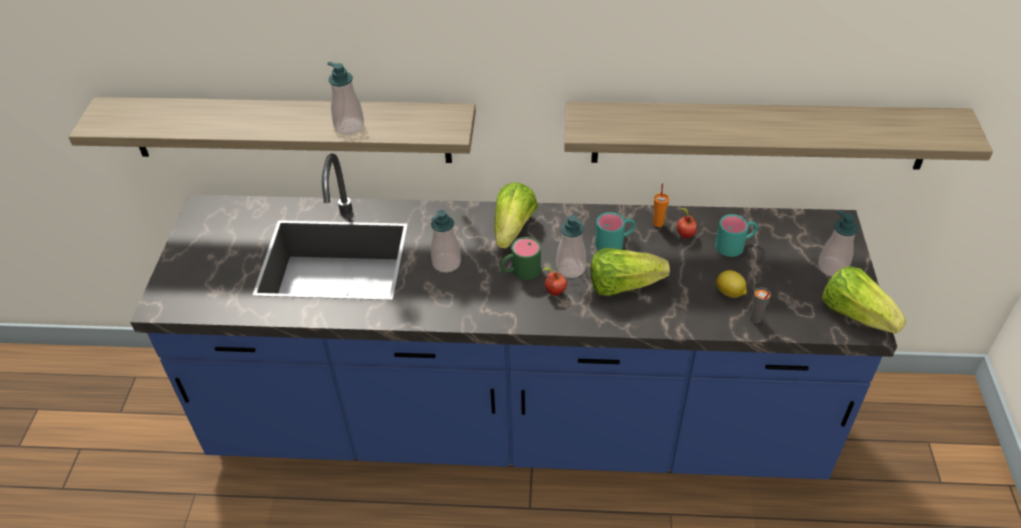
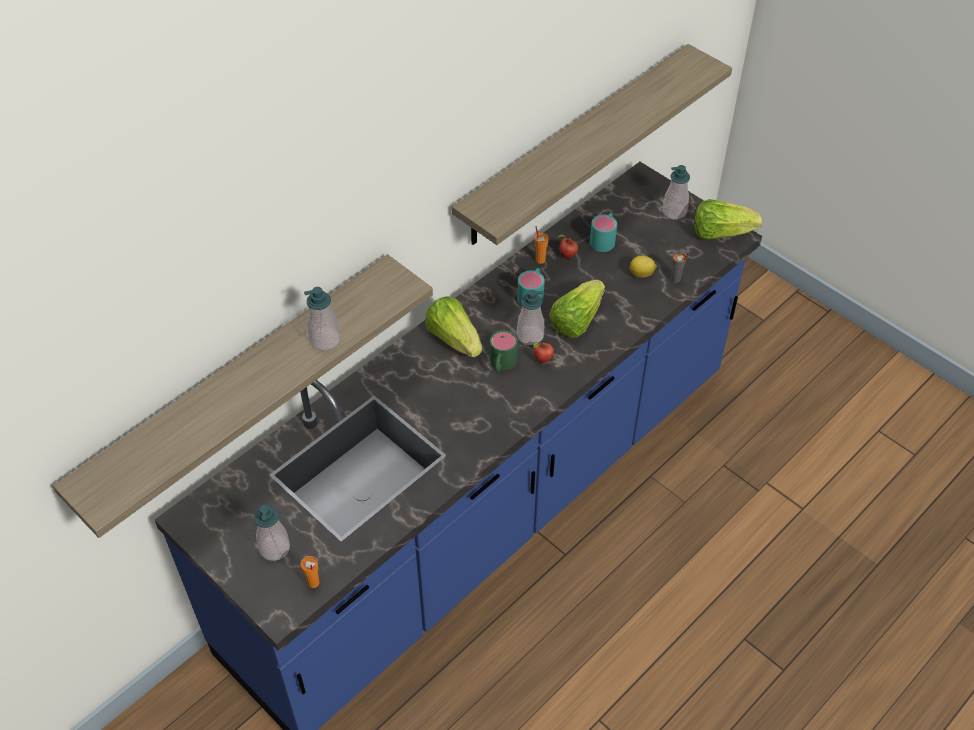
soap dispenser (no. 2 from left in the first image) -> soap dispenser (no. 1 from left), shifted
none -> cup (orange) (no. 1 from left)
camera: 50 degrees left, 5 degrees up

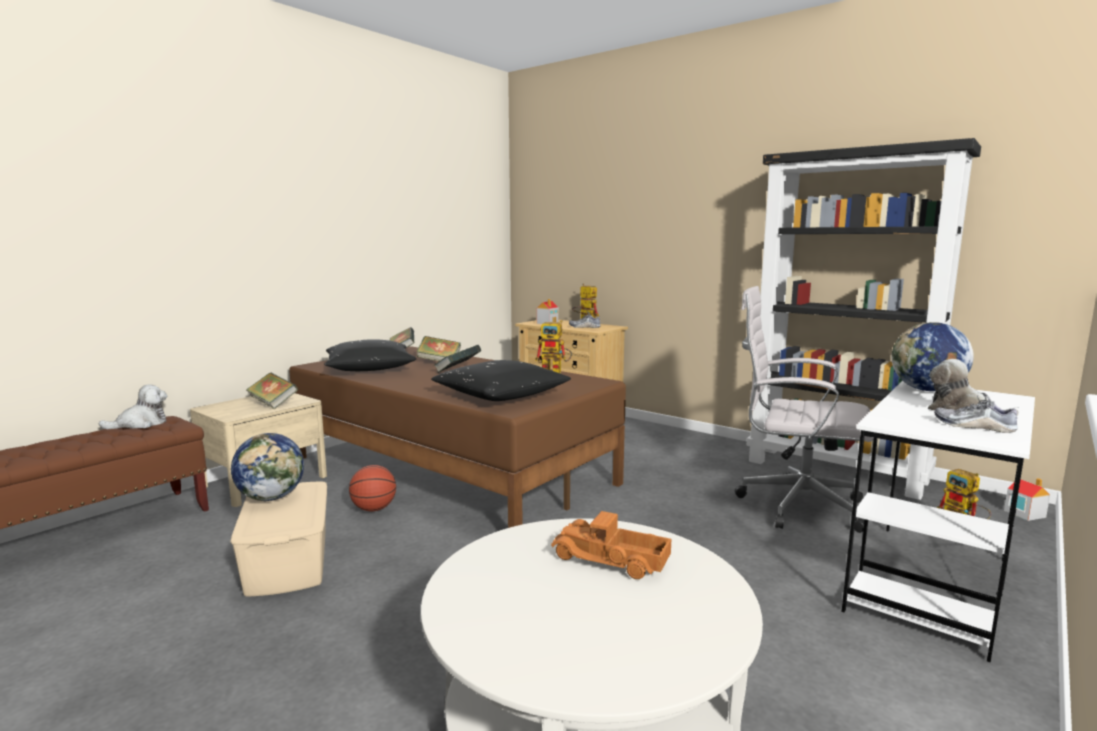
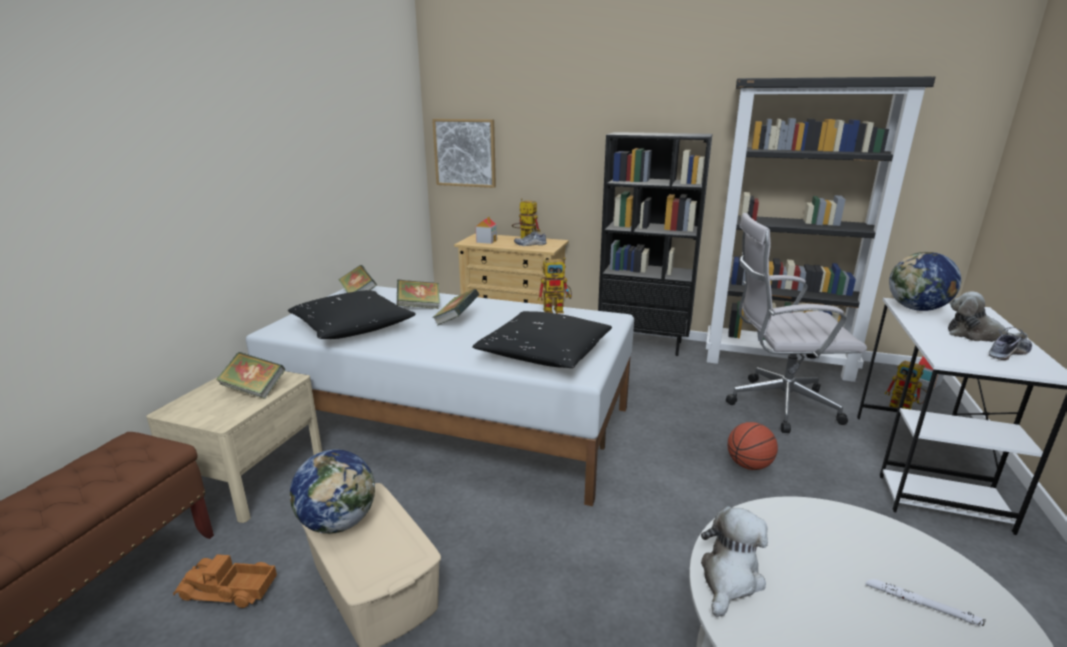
bed (brown) -> bed (white)
plush toy (no. 1 from left), shifted
shoe (no. 2 from left), 135 degrees clockwise
basketball, shifted
toy truck, shifted
none -> picture
none -> bookcase (black) (no. 1 from left)
none -> flashlight (white)
camera: 20 degrees left, 10 degrees up

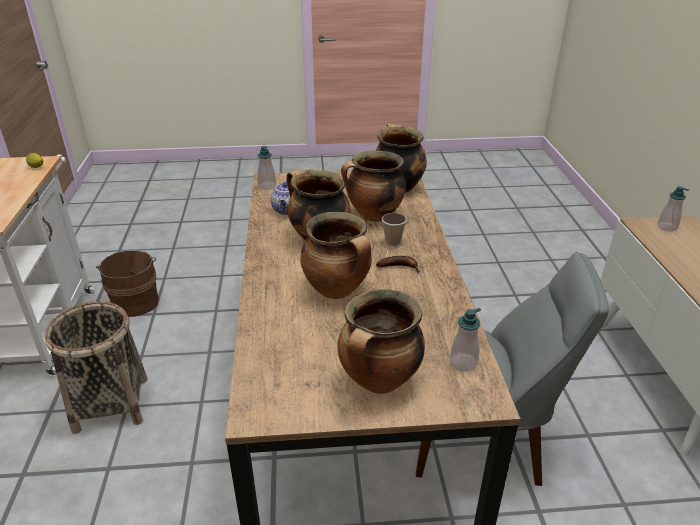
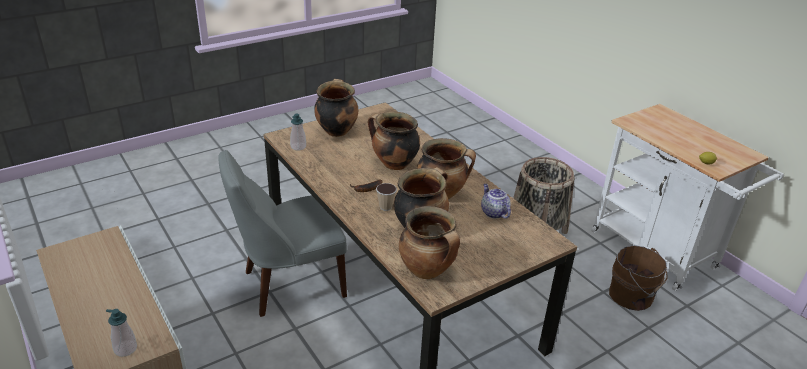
soap dispenser (no. 1 from left) -> none
camera: 150 degrees right, 0 degrees up

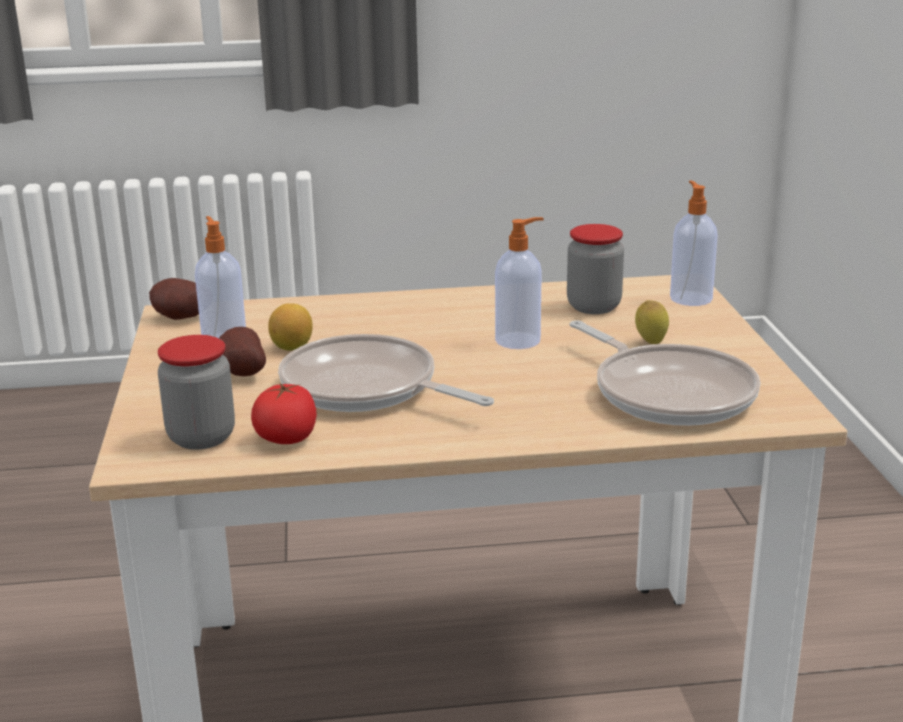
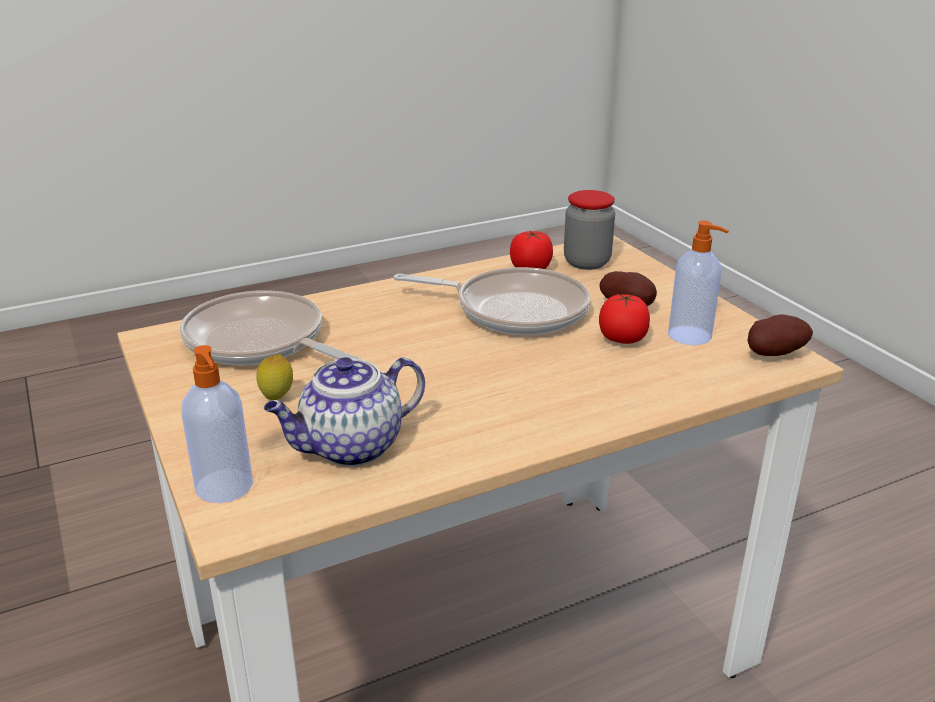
soap dispenser (no. 2 from left) -> none
jar (no. 2 from left) -> teapot
lemon (no. 1 from left) -> tomato (no. 2 from left)
camera: 160 degrees right, 5 degrees up

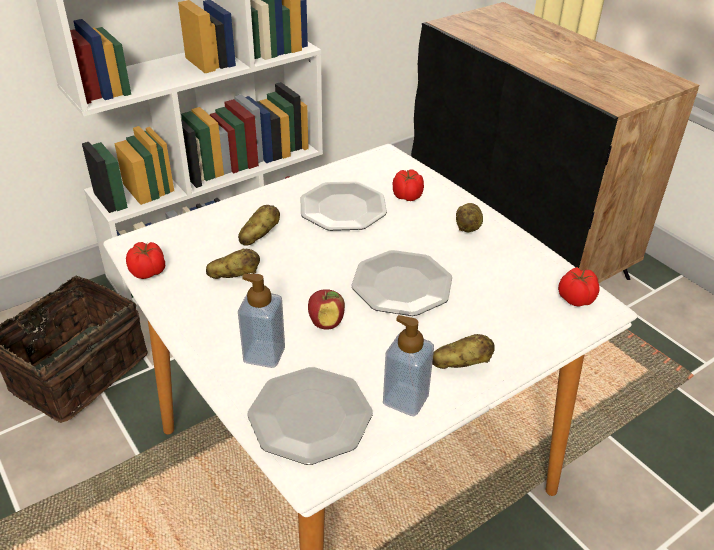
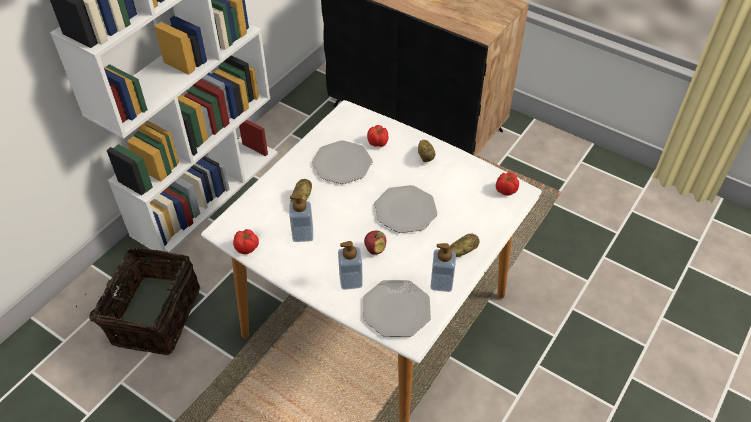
potato (no. 1 from left) -> soap dispenser (no. 1 from left)
camera: 20 degrees left, 10 degrees up

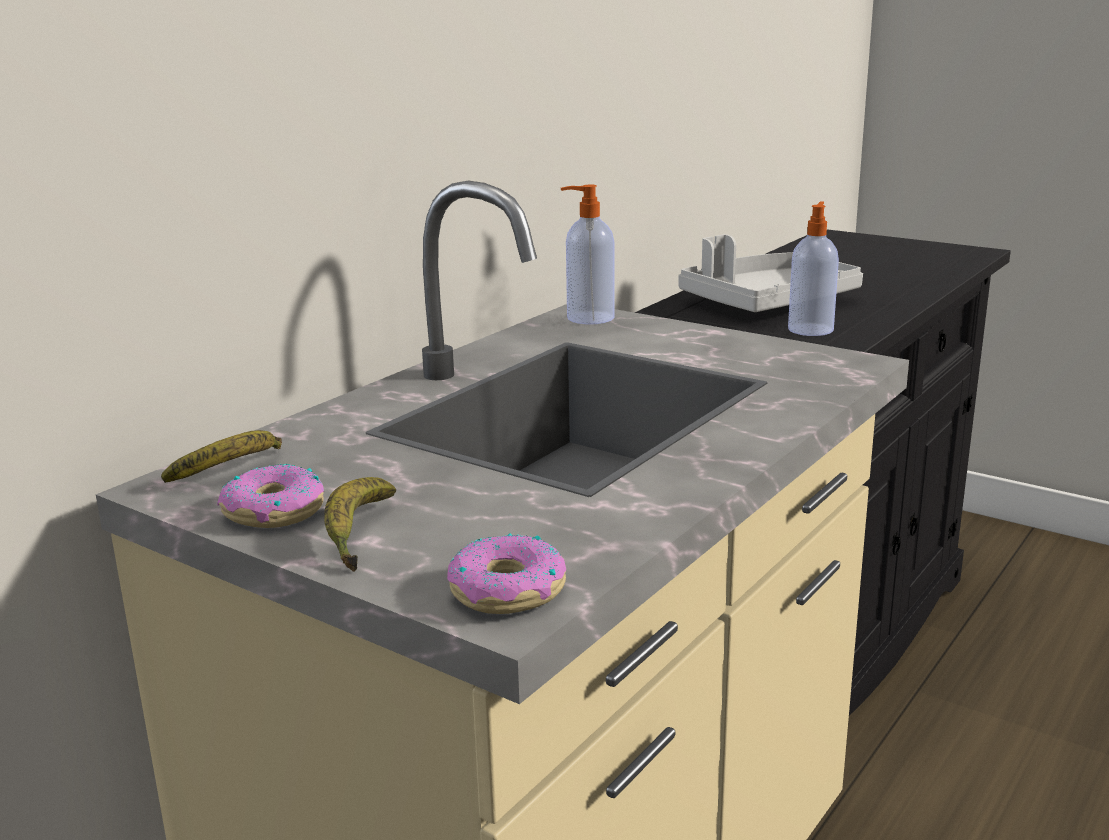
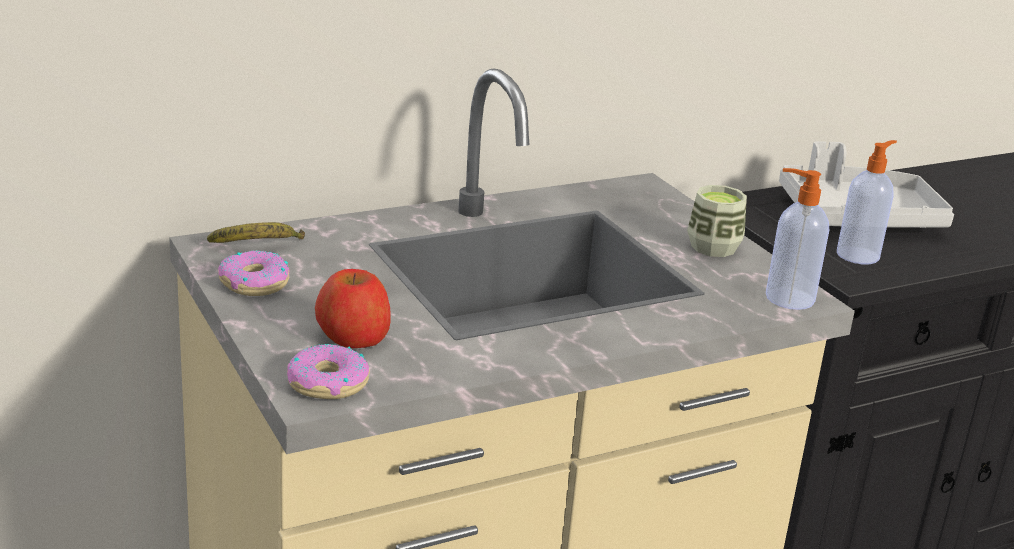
soap dispenser (no. 1 from left), shifted
banana (no. 2 from left) -> none
none -> cup
none -> apple
camera: 25 degrees right, 5 degrees up

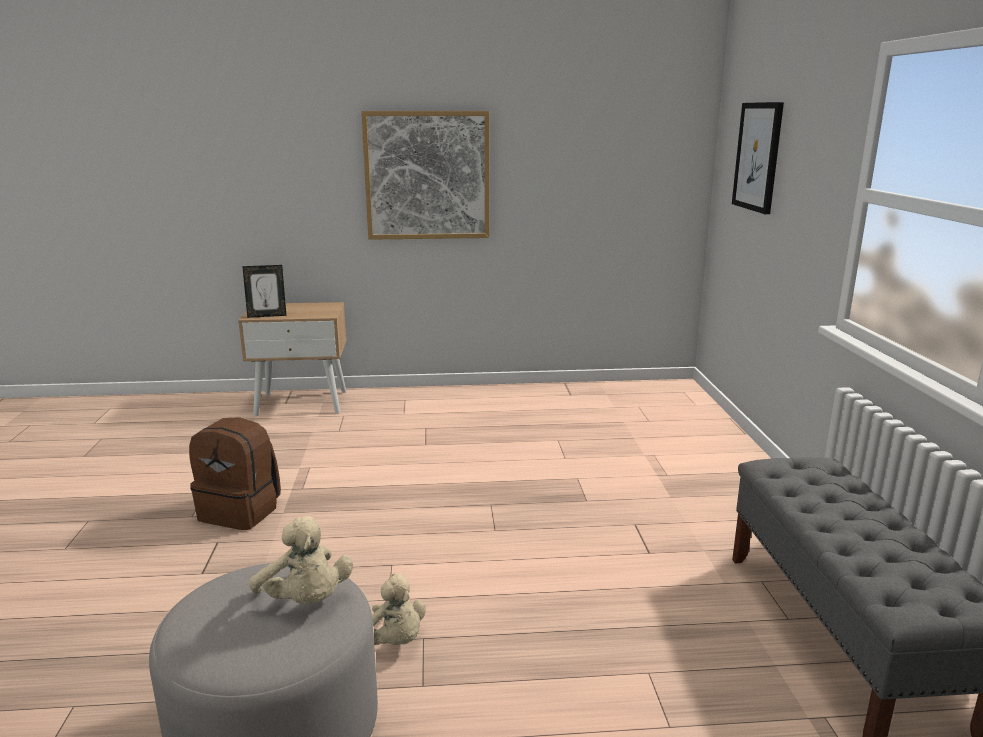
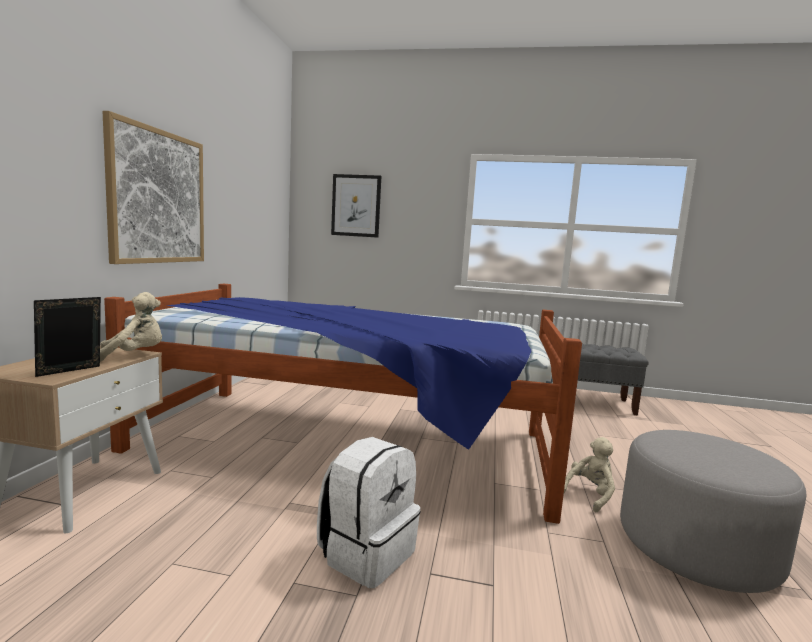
picture frame, 150 degrees counterclockwise
backpack (brown) -> backpack (white)
plush toy (beige) (no. 1 from left), shifted
none -> bed
camera: 75 degrees left, 10 degrees down

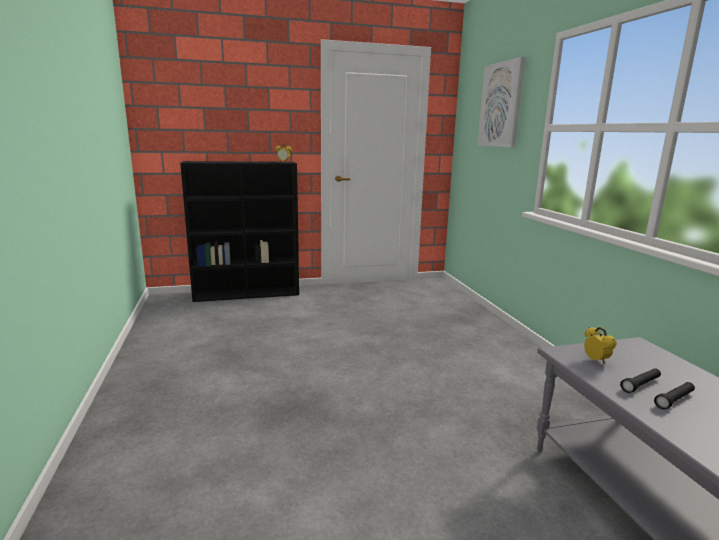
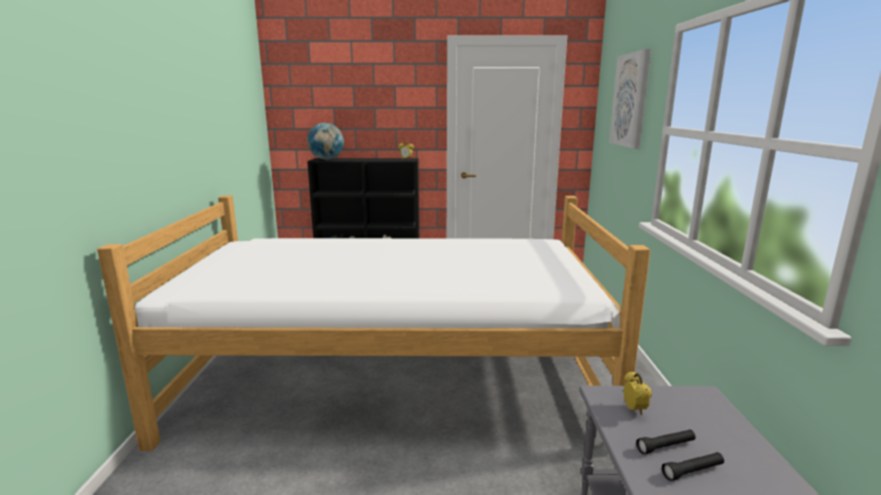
none -> globe
none -> bed
camera: 15 degrees right, 0 degrees up

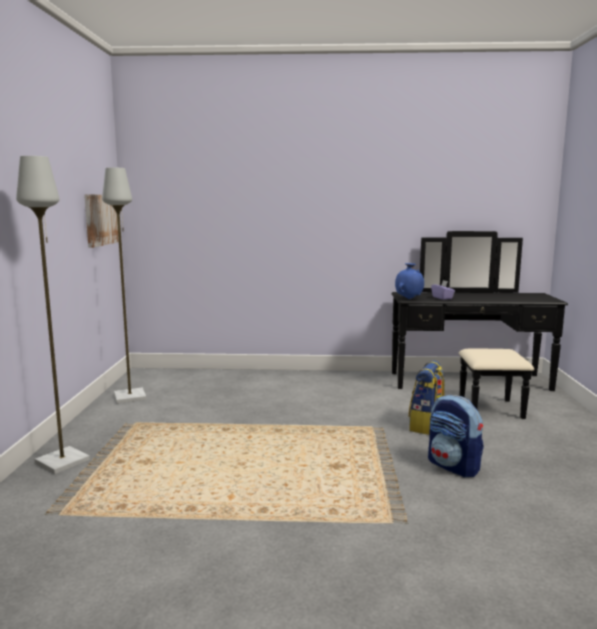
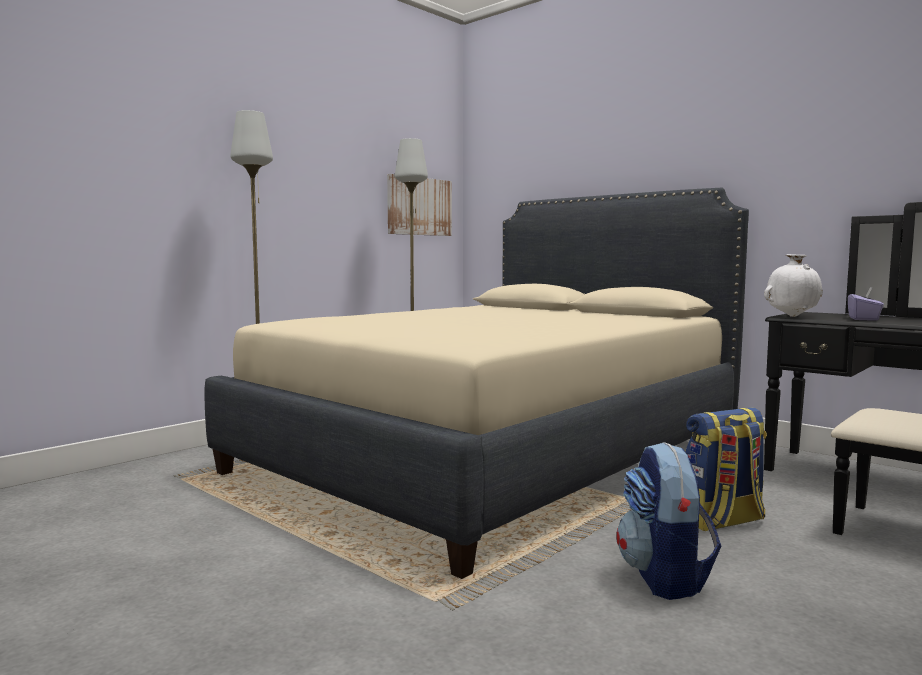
vase (blue) -> vase (white)
none -> bed (beige)
camera: 40 degrees right, 5 degrees down

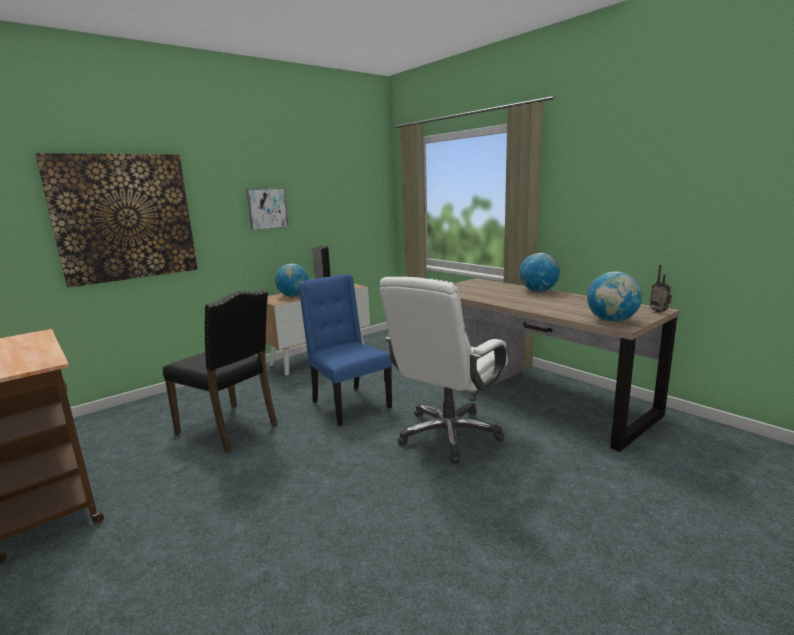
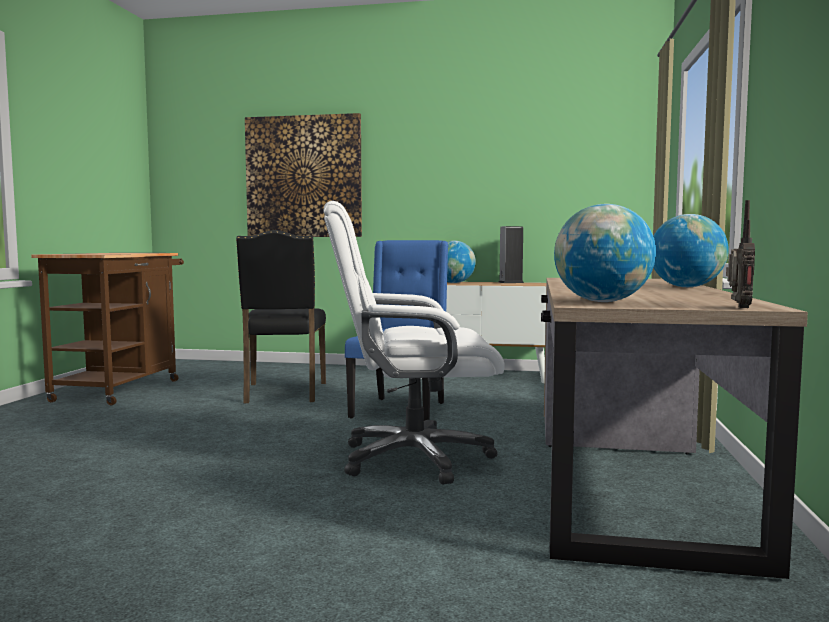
picture (no. 2 from left) -> none
camera: 50 degrees right, 10 degrees down

